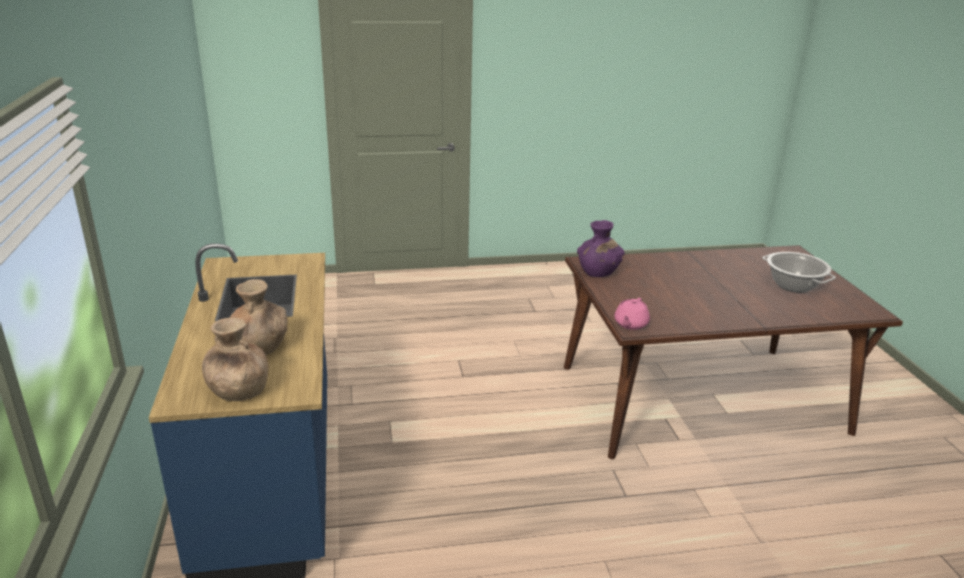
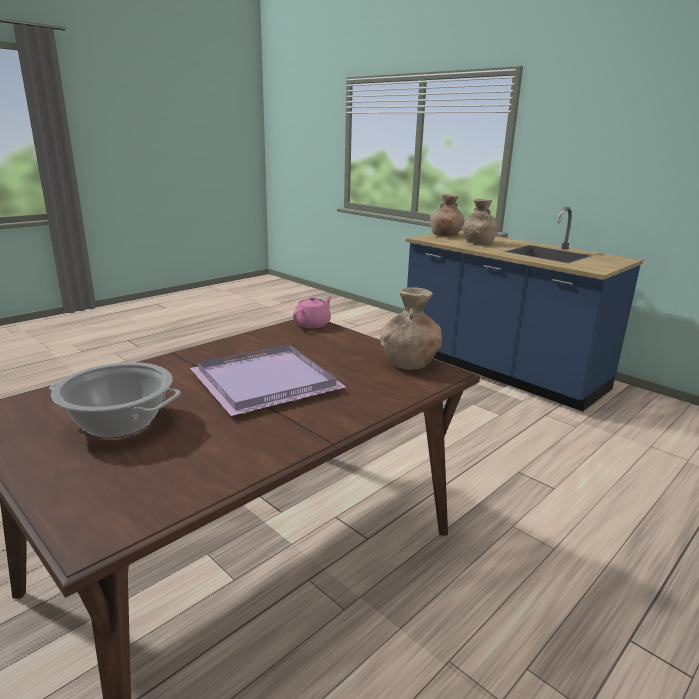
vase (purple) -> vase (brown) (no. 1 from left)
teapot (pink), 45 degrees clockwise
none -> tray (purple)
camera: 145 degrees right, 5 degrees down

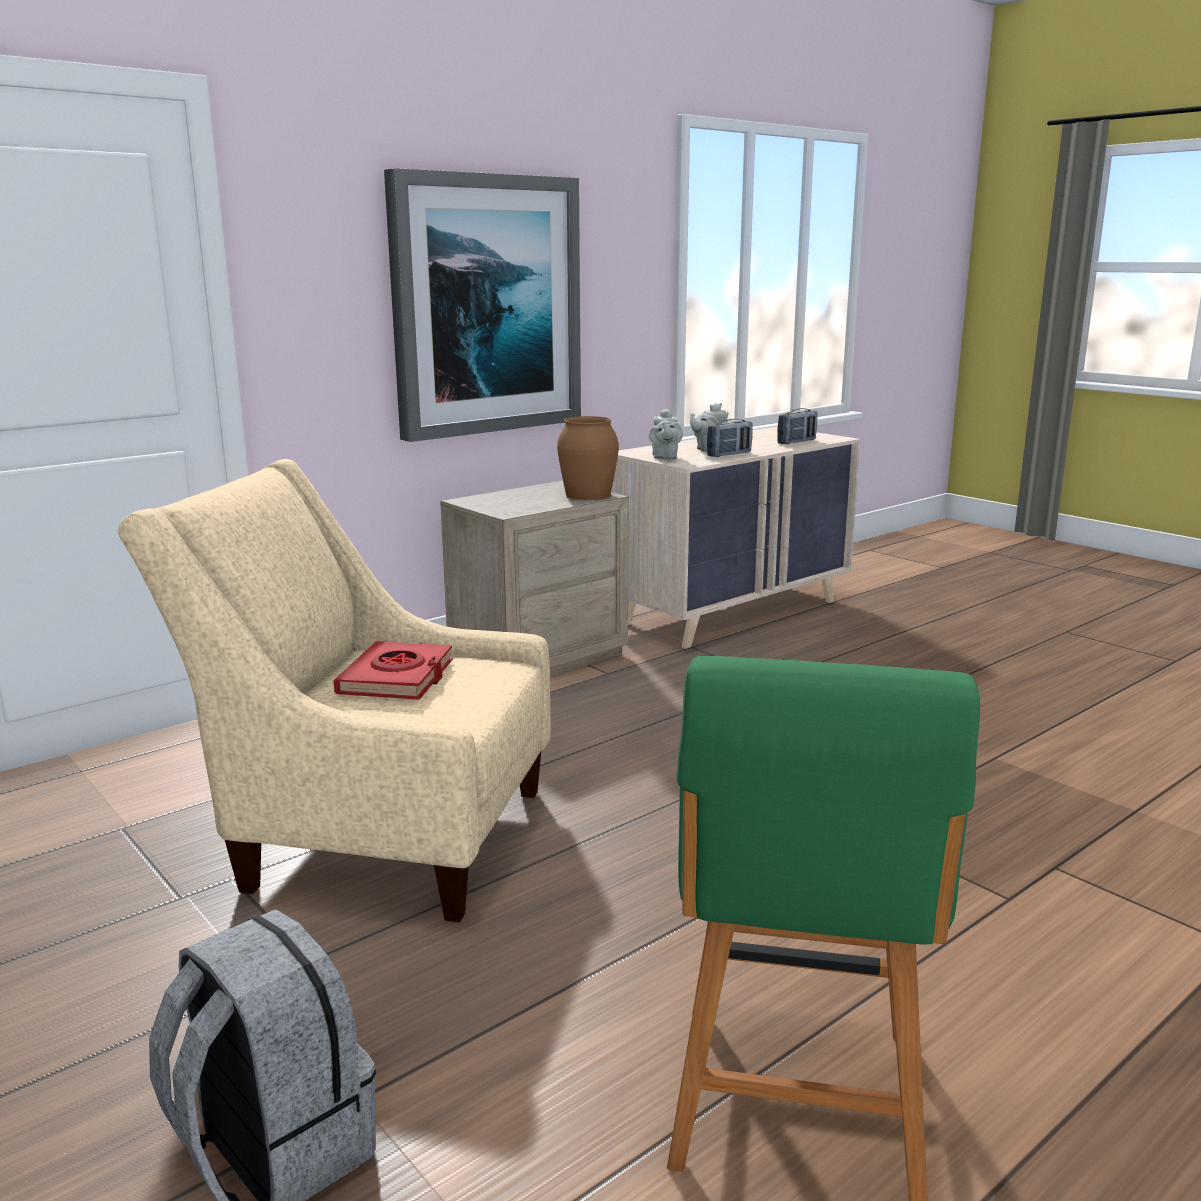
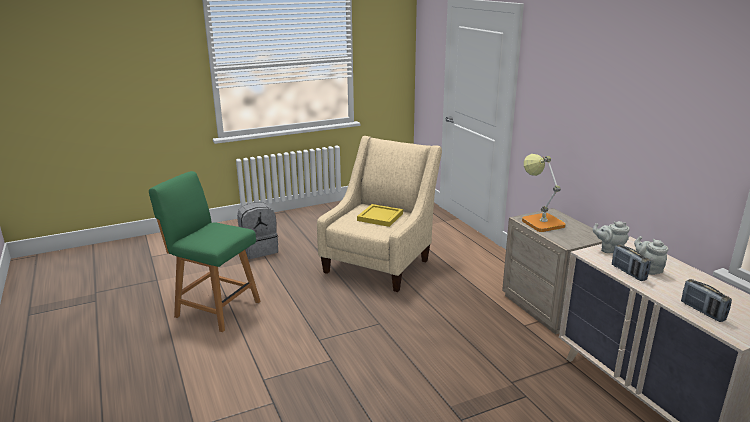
picture -> none
vase (brown) -> none
book (red) -> tray (yellow)
none -> table lamp
camera: 105 degrees right, 5 degrees up

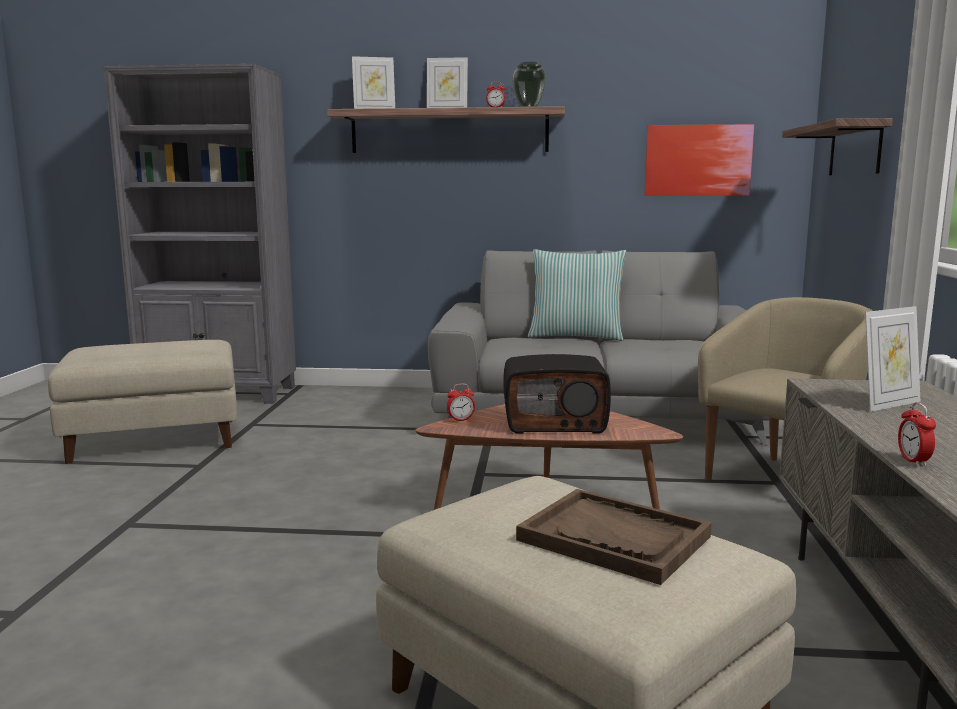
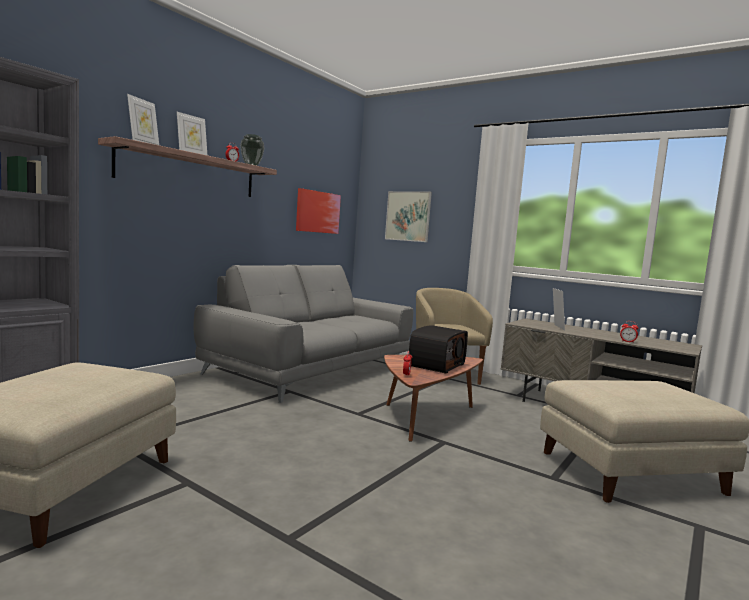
shelf (no. 2 from left) -> picture (no. 2 from left)
pillow -> none
tray (brown) -> none
camera: 60 degrees left, 5 degrees down

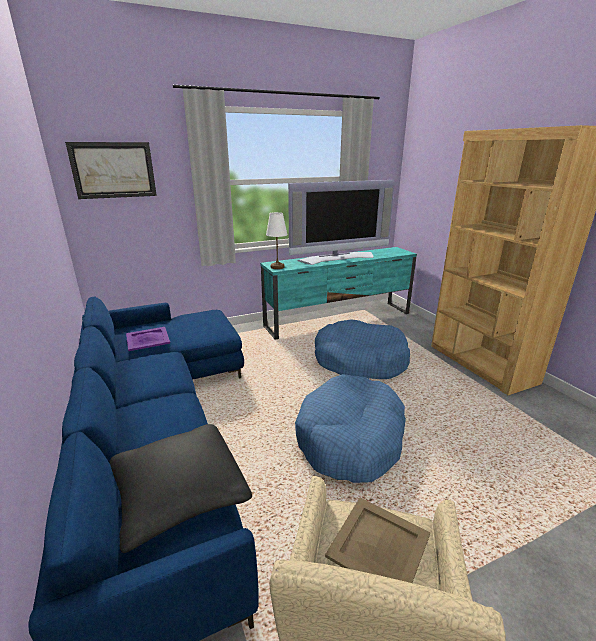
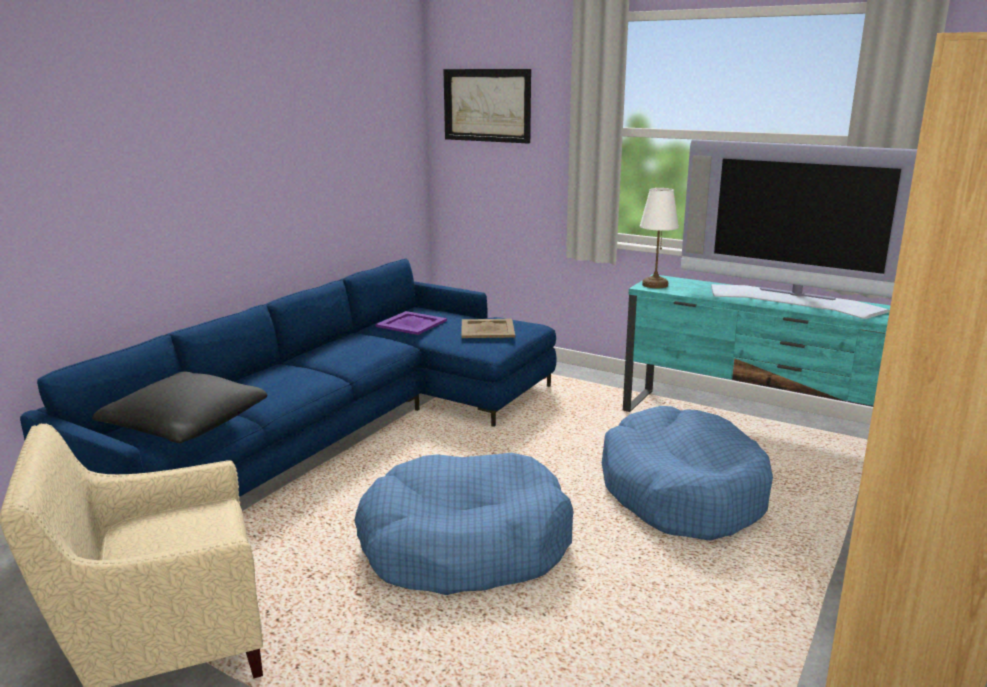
tray (beige), shifted
camera: 55 degrees right, 5 degrees down

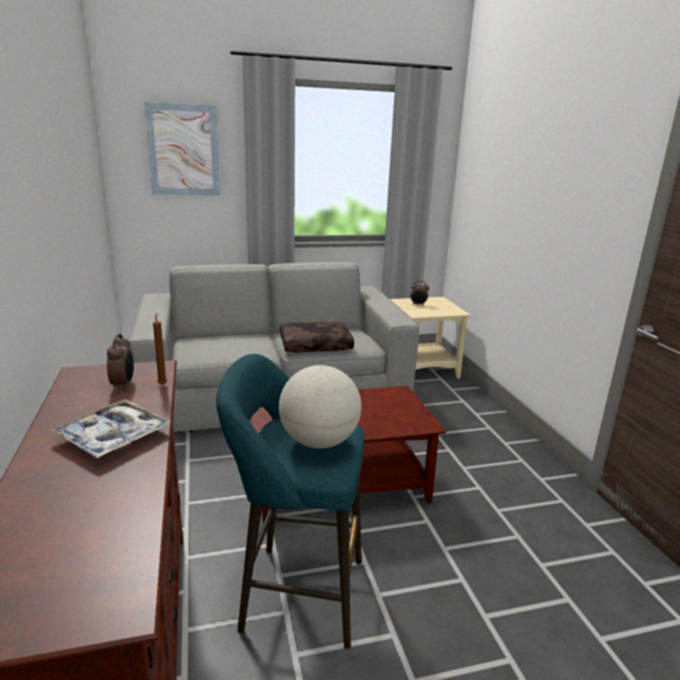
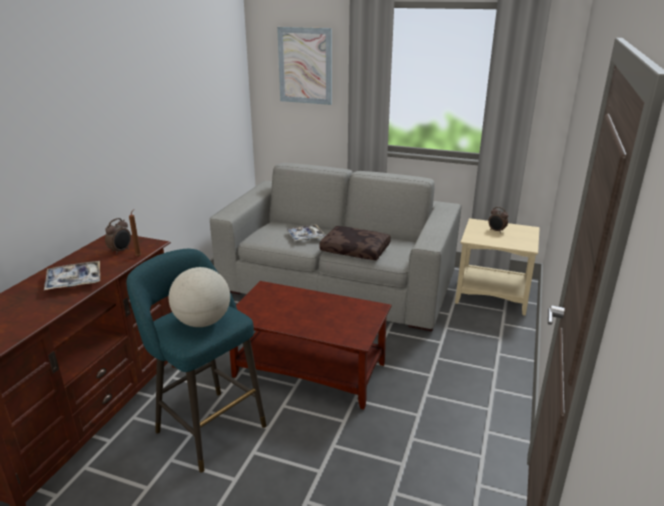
none -> tray (no. 2 from left)
camera: 35 degrees right, 5 degrees up

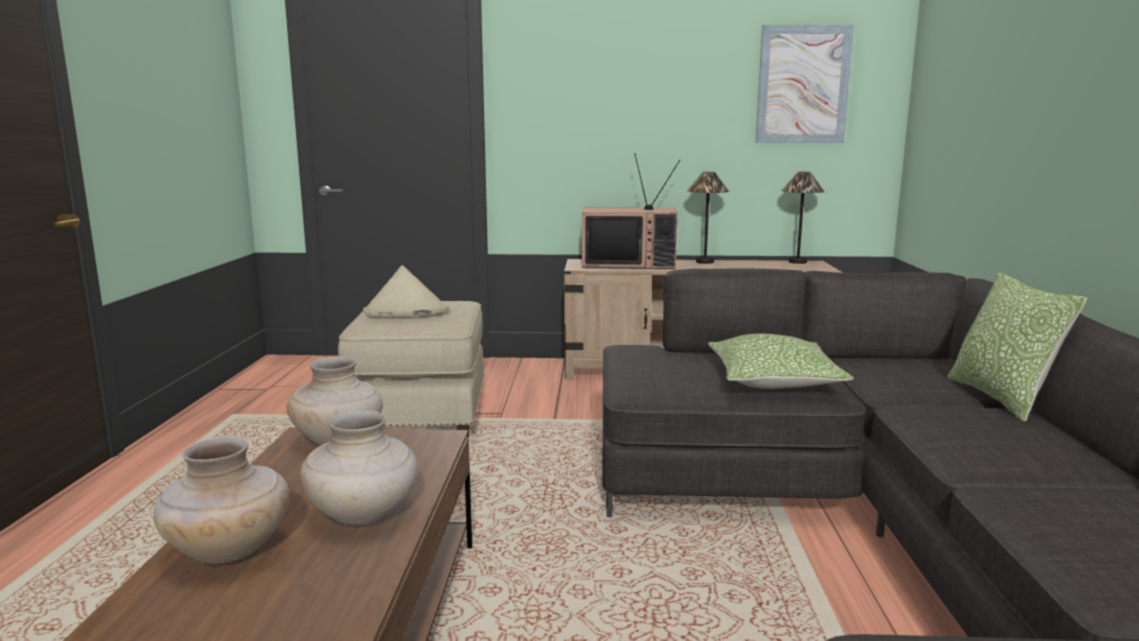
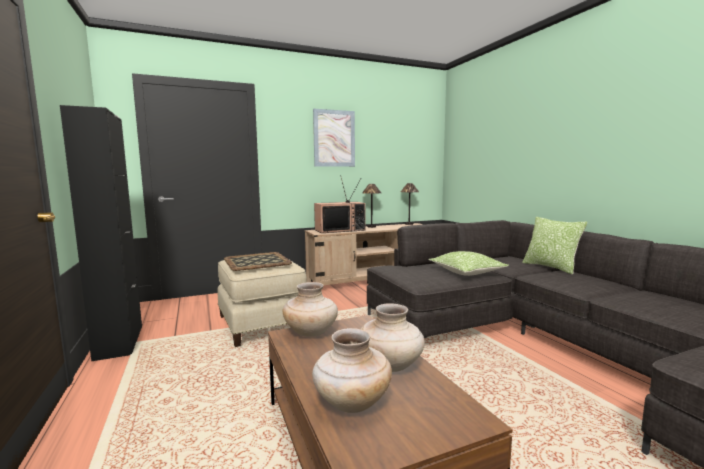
picture, shifted
hat (beige) -> tray
none -> cabinet (black)
camera: 25 degrees left, 5 degrees down

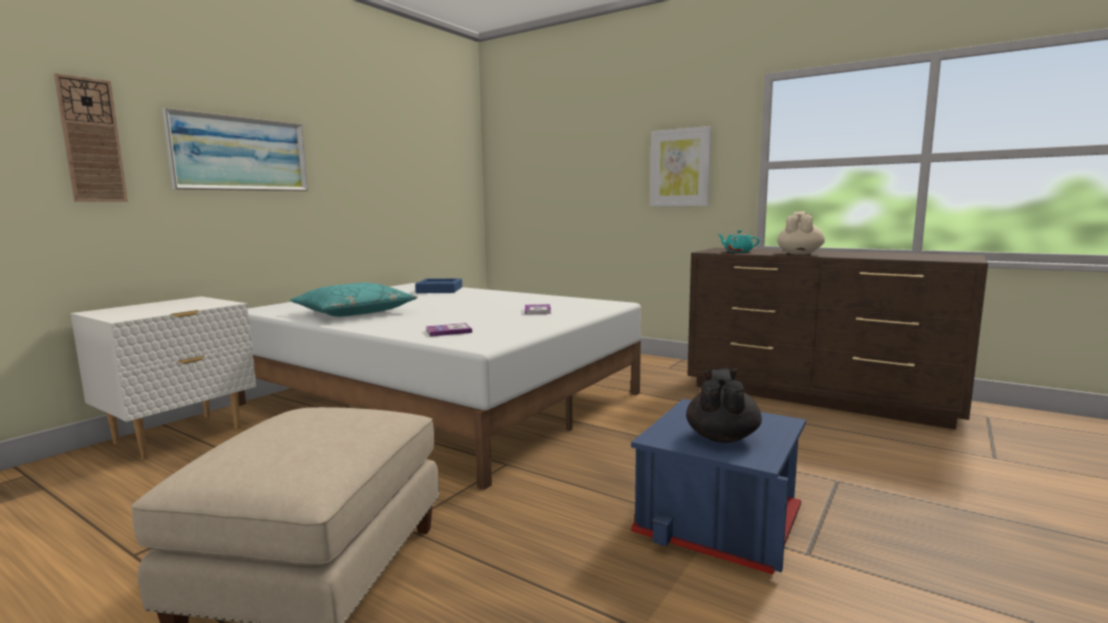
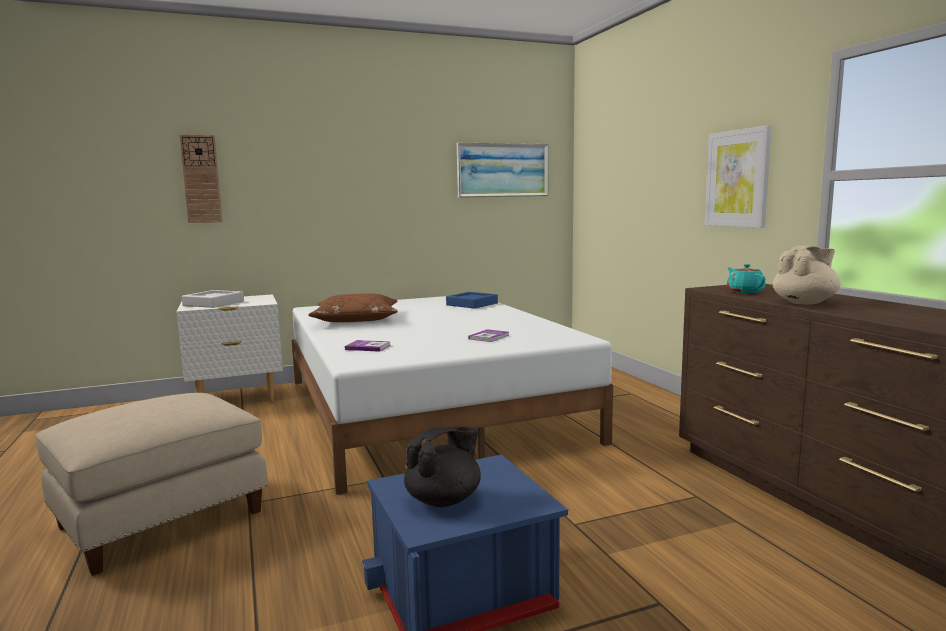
picture (no. 1 from left), shifted
pillow (turquoise) -> pillow (brown)
none -> tray (grey)
camera: 35 degrees right, 0 degrees up

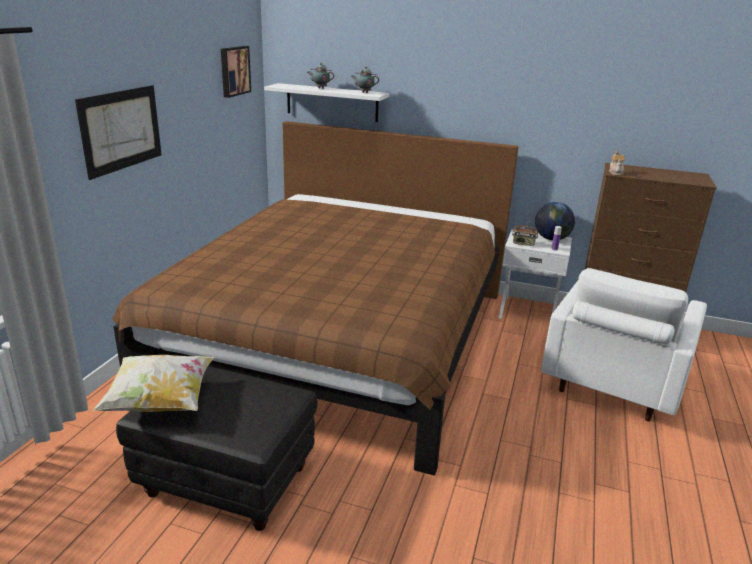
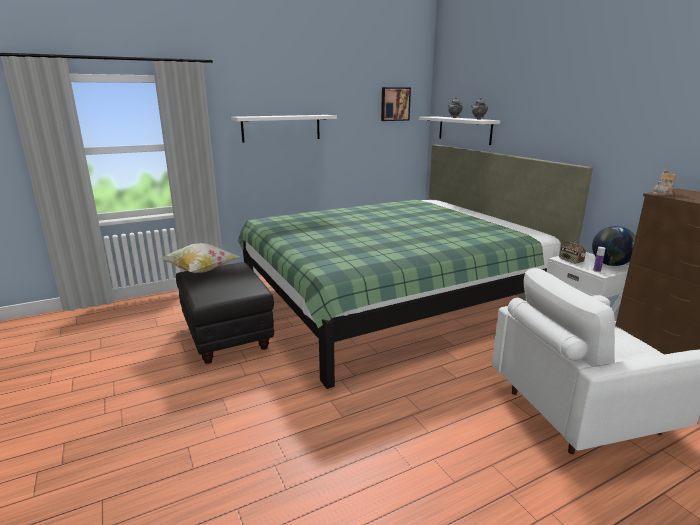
picture (no. 1 from left) -> shelf (white) (no. 1 from left)
bed (brown) -> bed (green)
camera: 45 degrees right, 5 degrees down

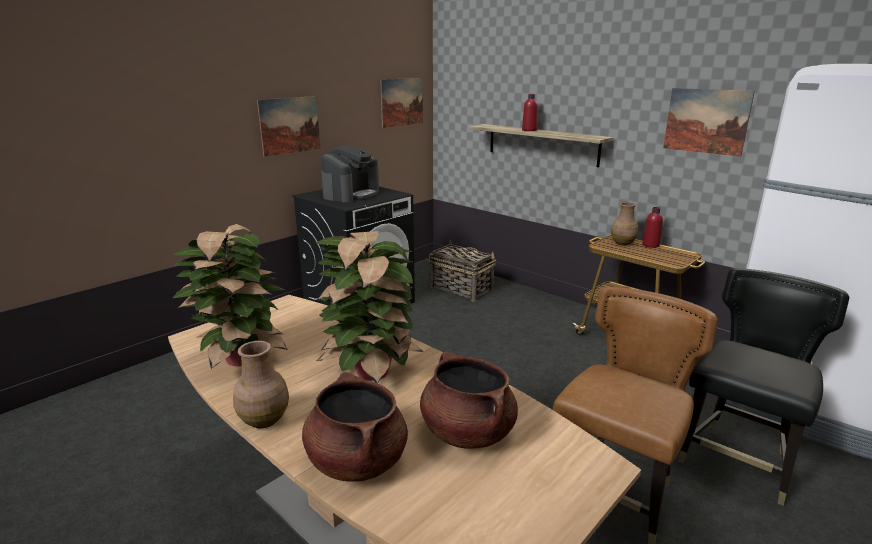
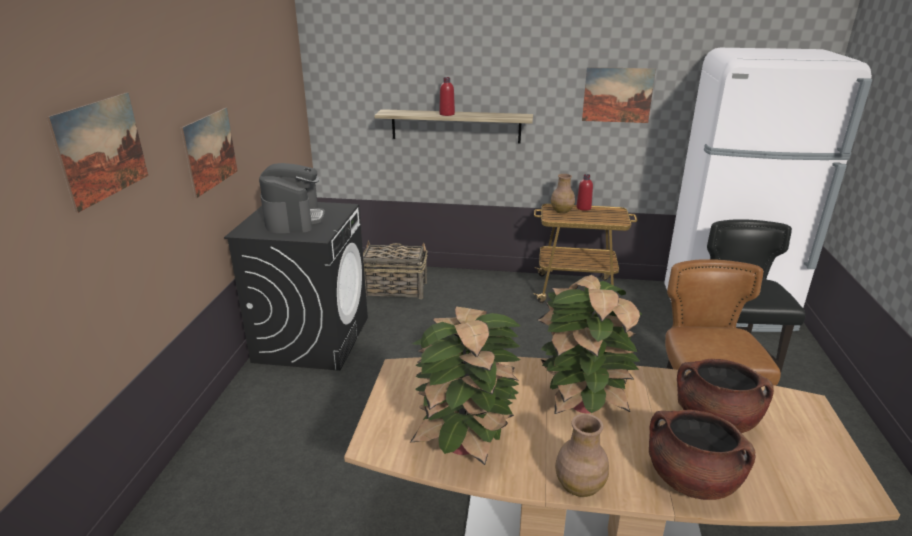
picture (no. 2 from left in the first image) -> picture (no. 1 from left), shifted
camera: 35 degrees left, 5 degrees up

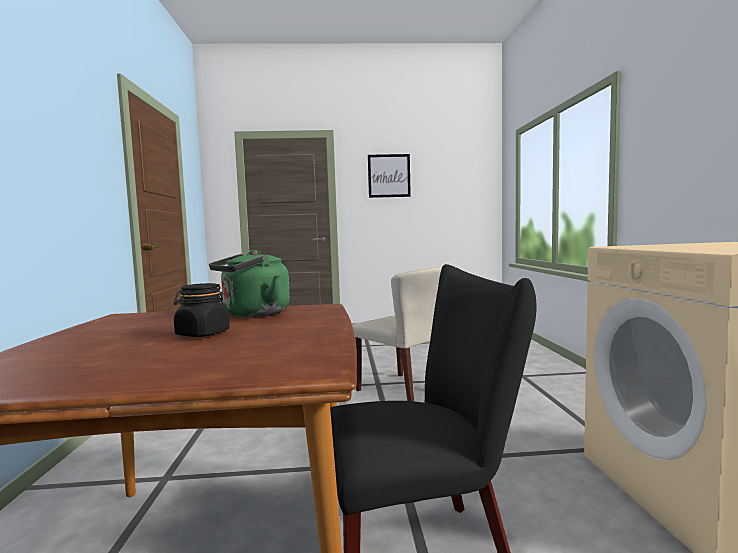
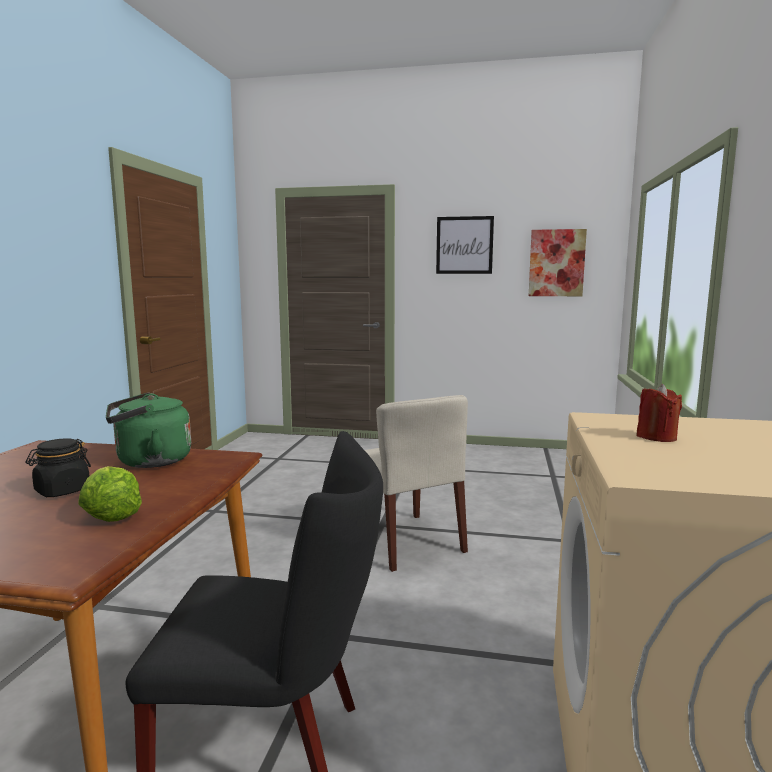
none -> picture (no. 2 from left)
none -> candle (red)
none -> lettuce
camera: 15 degrees right, 5 degrees up

